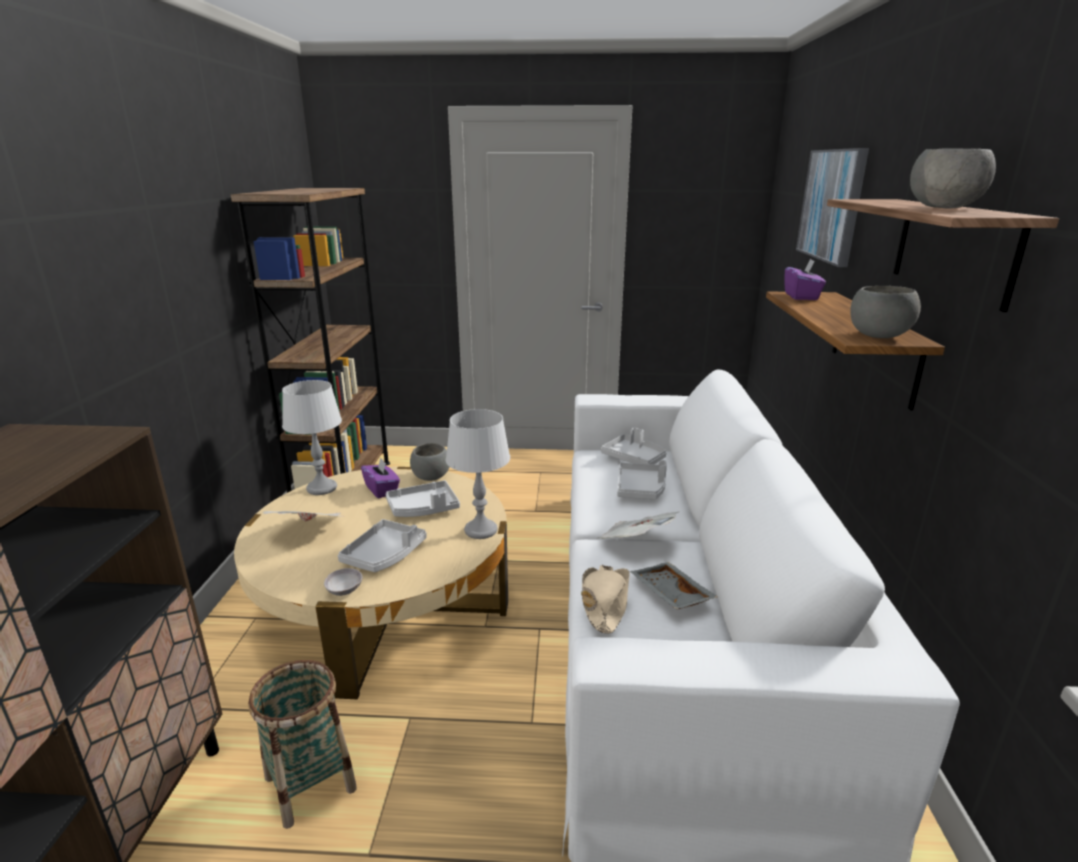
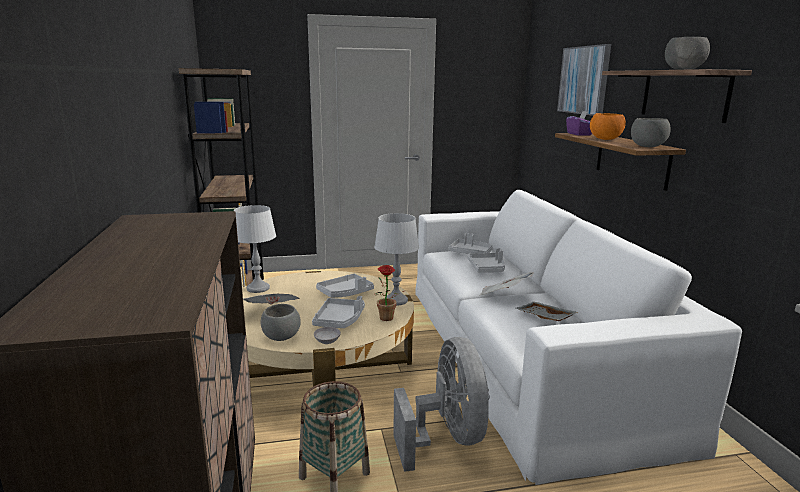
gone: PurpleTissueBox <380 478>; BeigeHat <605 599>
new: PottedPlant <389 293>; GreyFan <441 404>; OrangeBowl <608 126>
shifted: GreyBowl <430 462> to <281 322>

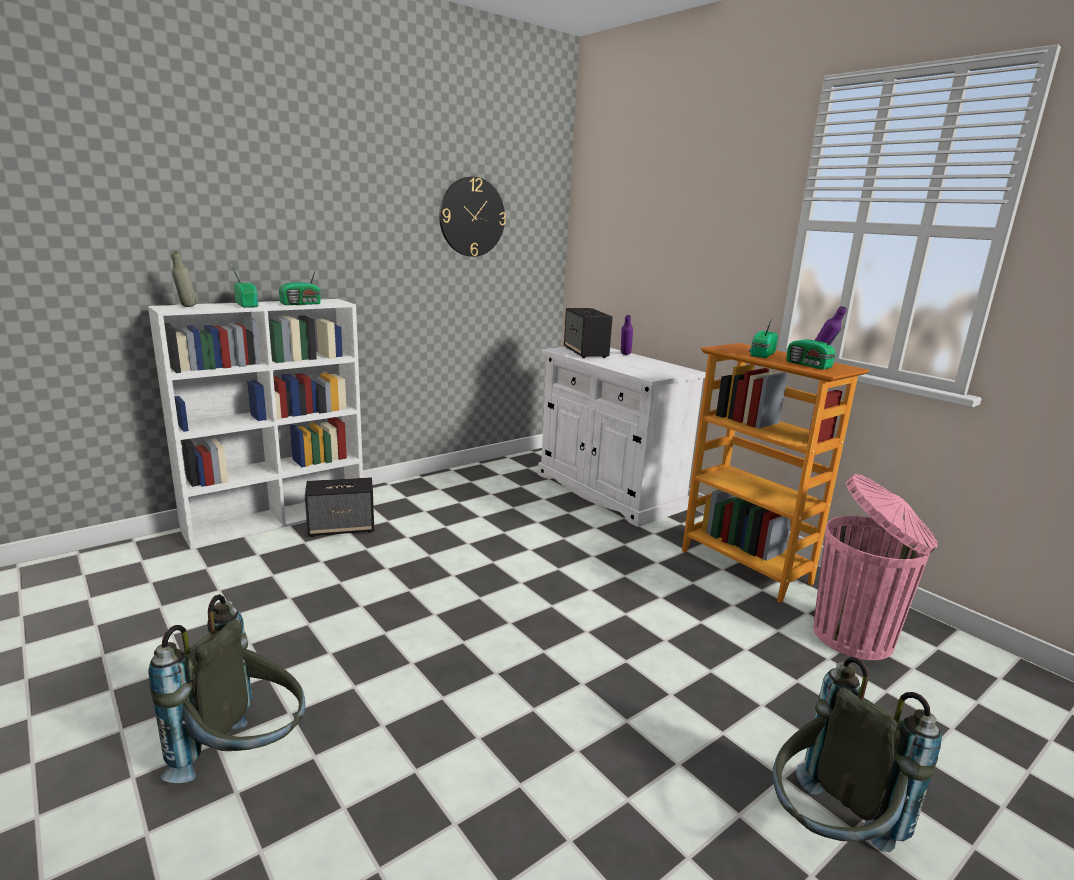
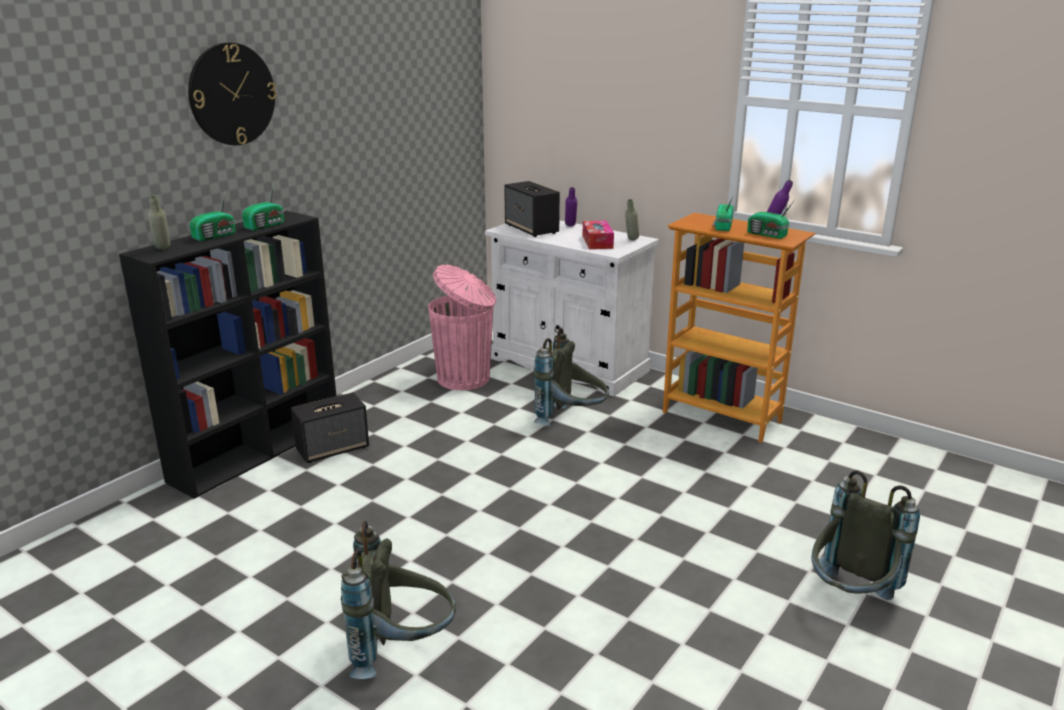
new: GreyBackpack <571 377>; TissueBox <598 235>; GreyBottle <632 219>
shifted: WallClock <472 217> to <232 93>; PinkTrashCan <875 567> to <462 327>
repainted: WhiteBookcase <255 424> to BlackBookcase <227 355>
rotated: Radio <244 286> = <212 217> 90 degrees clockwise

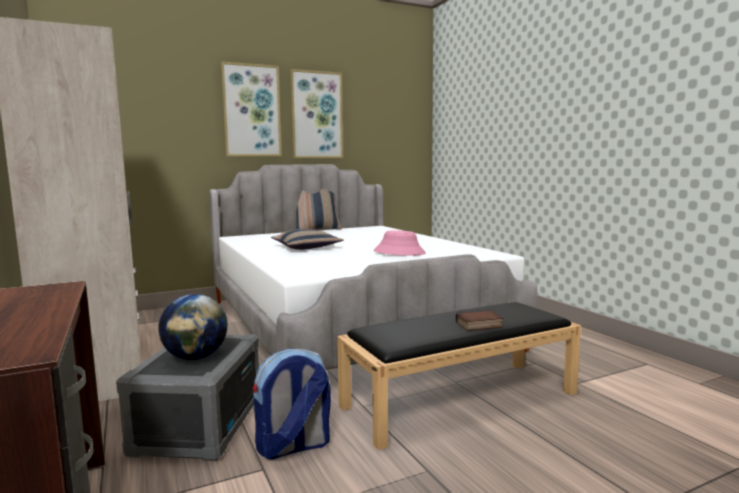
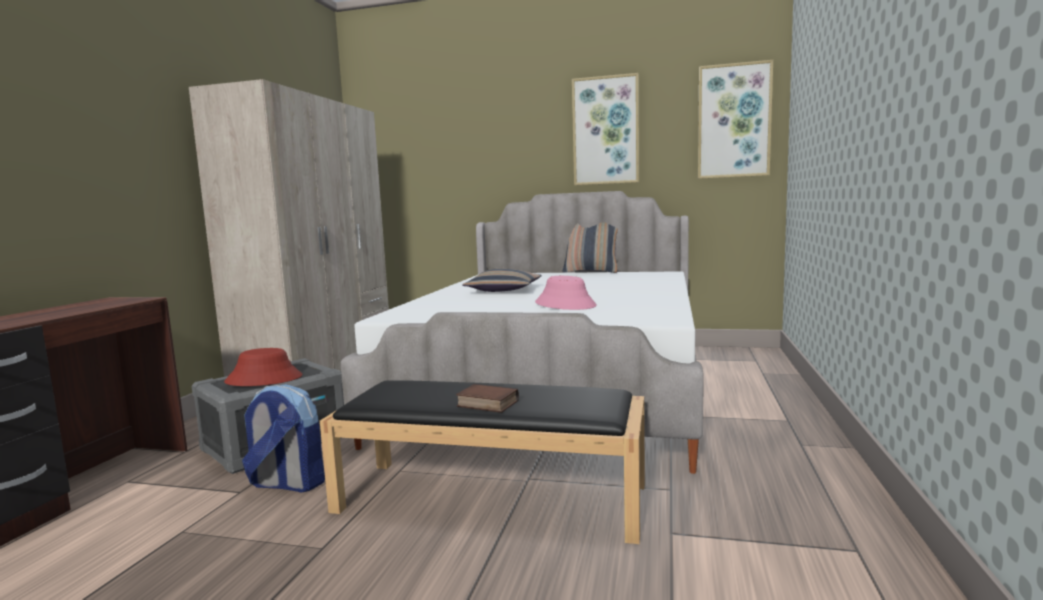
shifted: Picture <251 109> to <735 119>
swapped: Globe <192 327> to RedHat <263 367>

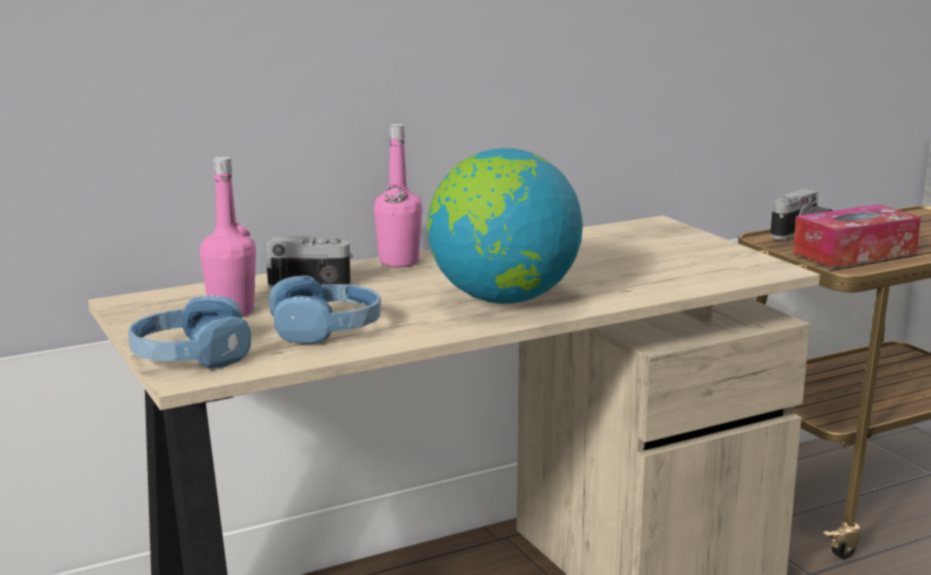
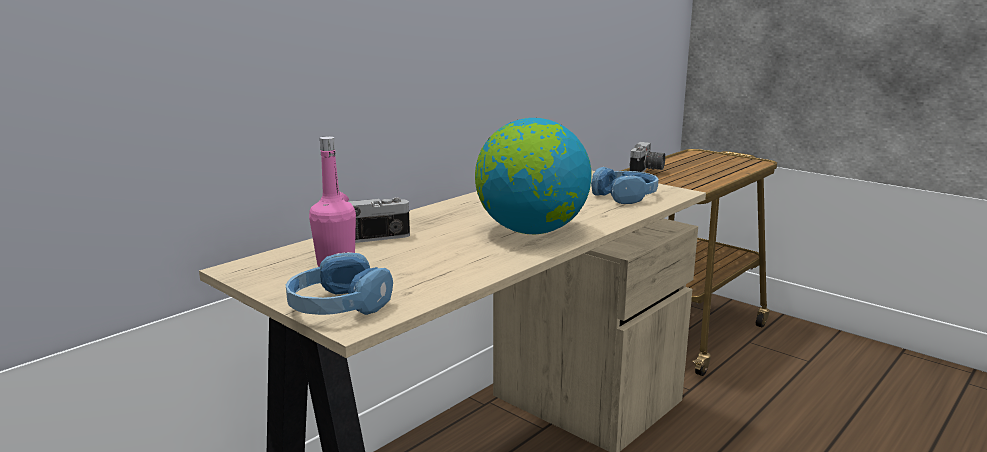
gone: PinkBottle <398 195>; TissueBox <857 235>
shifted: BlueHeadphones <325 309> to <624 185>

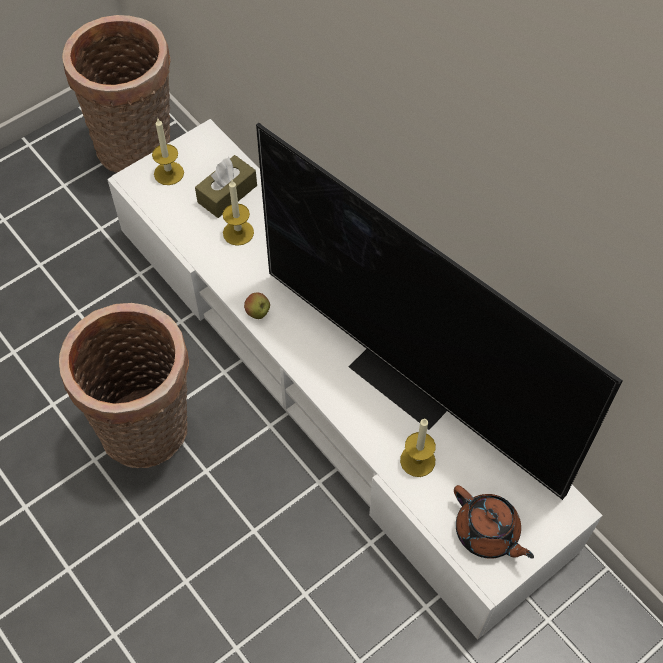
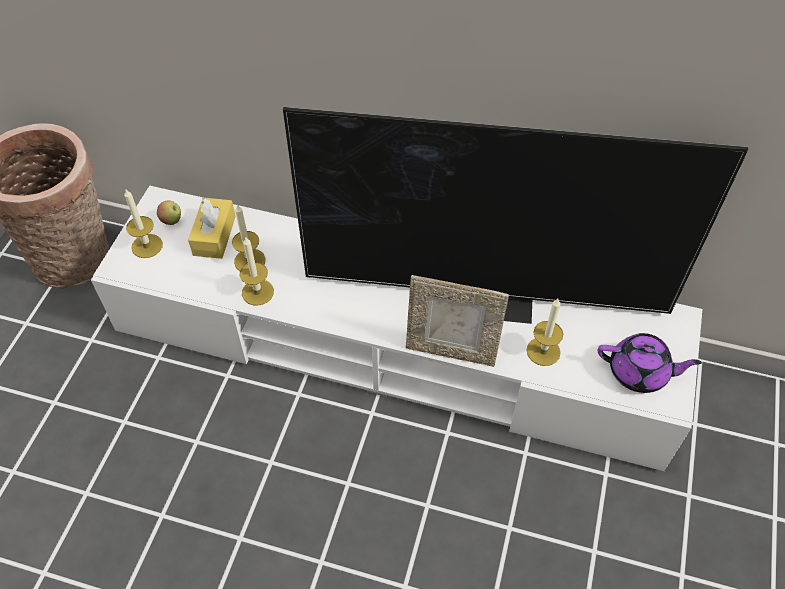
gone: Basket <124 385>
new: Candle <257 271>; PictureFrame <457 321>
shifted: Apple <257 306> to <169 212>
repainted: BrownTissueBox <226 186> to YellowTissueBox <212 228>; BrownTeapot <494 522> to PurpleTeapot <650 363>

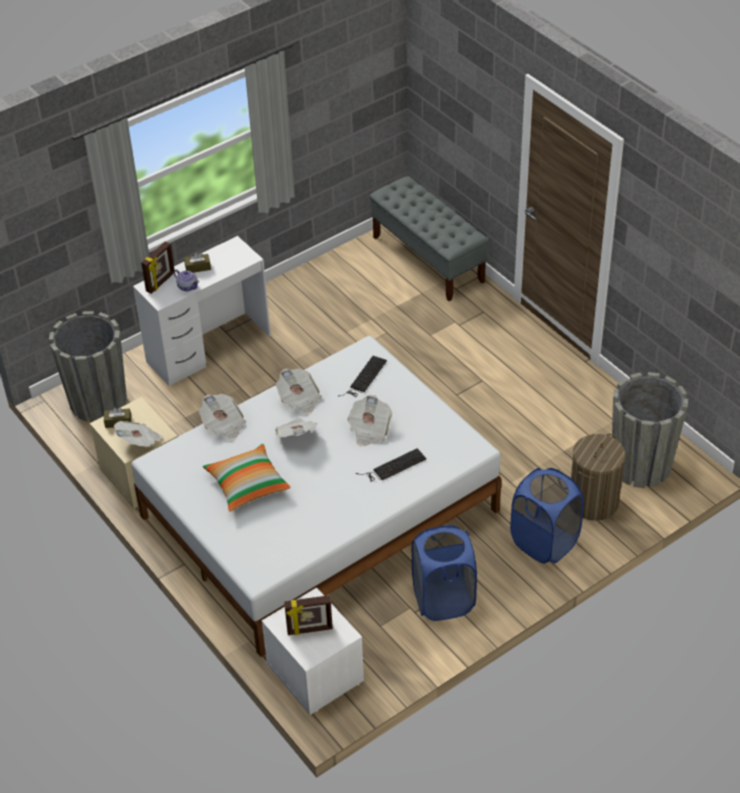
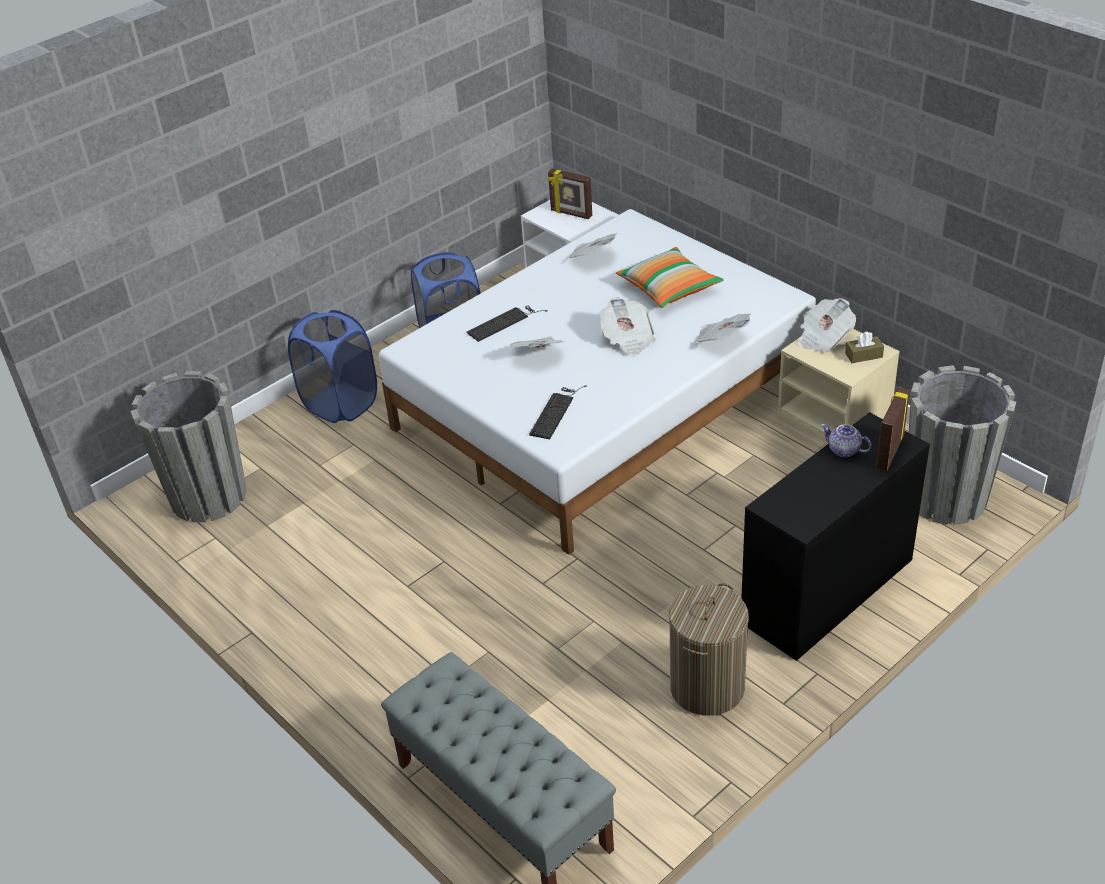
gone: BrownTissueBox <197 262>
shifted: Newspaper <299 392> to <592 245>; LaundryBasket <598 477> to <709 649>
repainted: WhiteDesk <202 311> to BlackDesk <835 536>
rotated: PictureFrame <308 615> = <570 193> 135 degrees counterclockwise

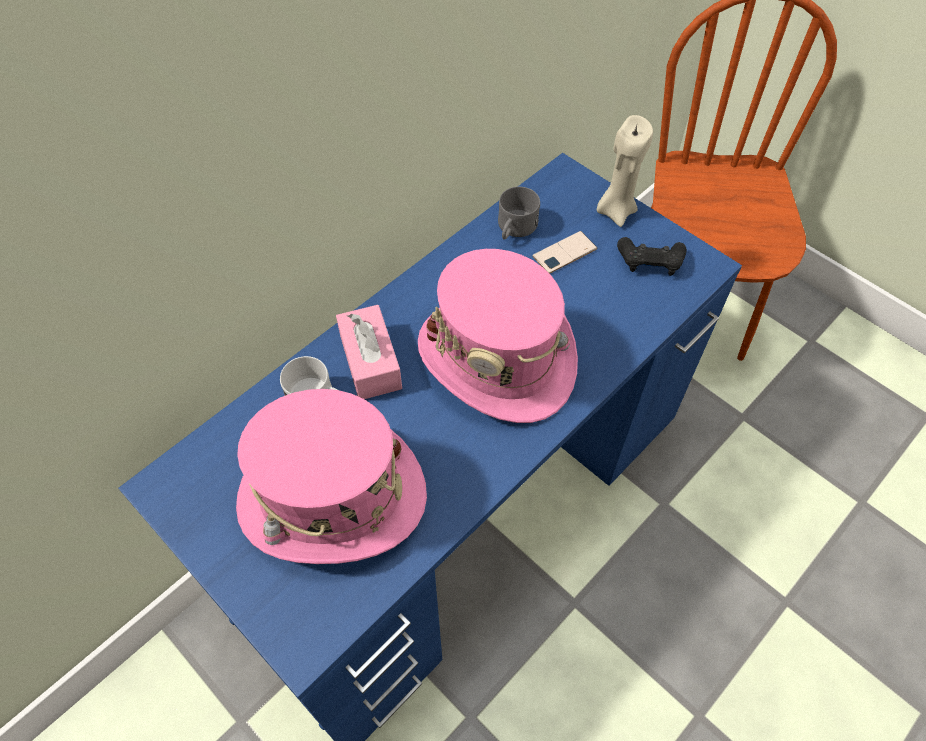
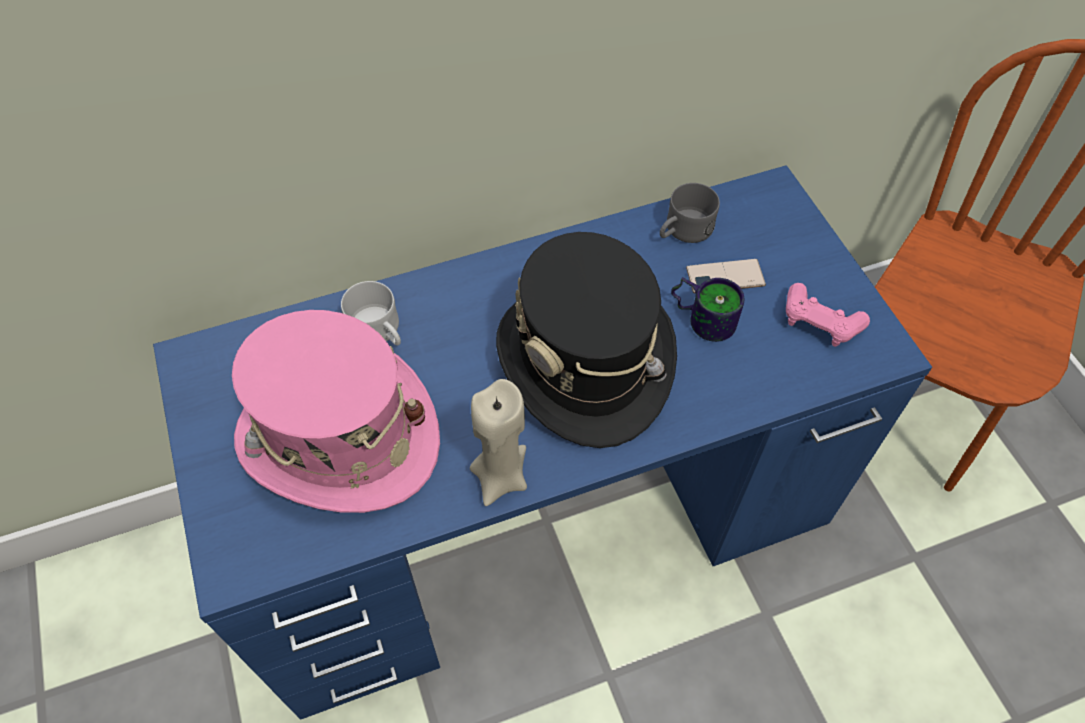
gone: PinkTissueBox <369 352>
new: Mug <707 309>
shifted: BeigeCandle <625 171> to <498 442>
repainted: PinkHat <498 336> to BlackHat <586 340>; BlackGameController <652 256> to PinkGameController <828 315>

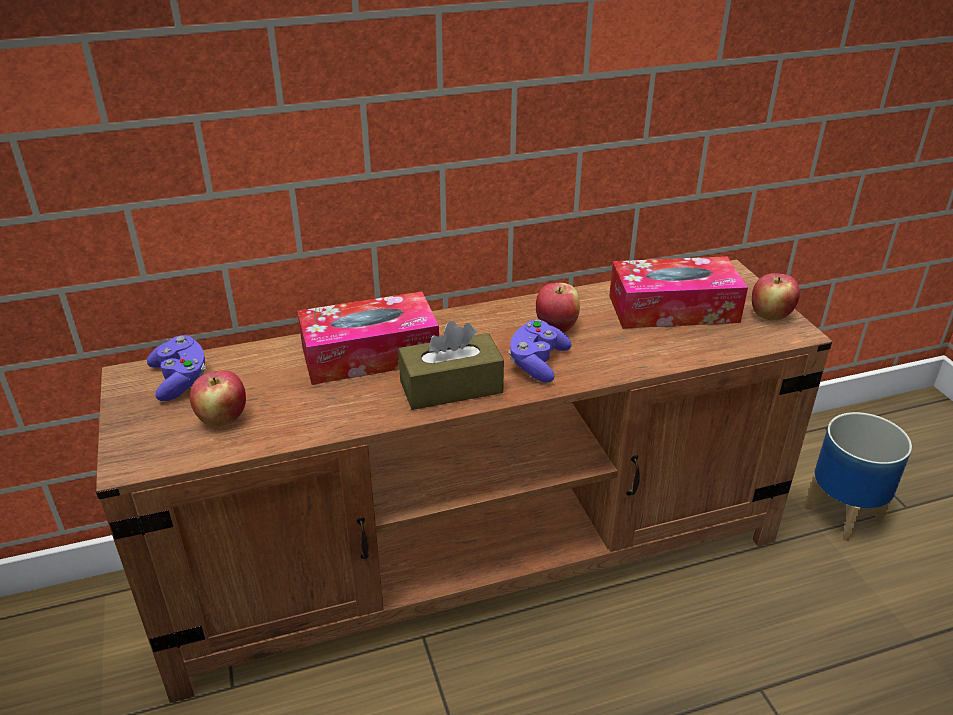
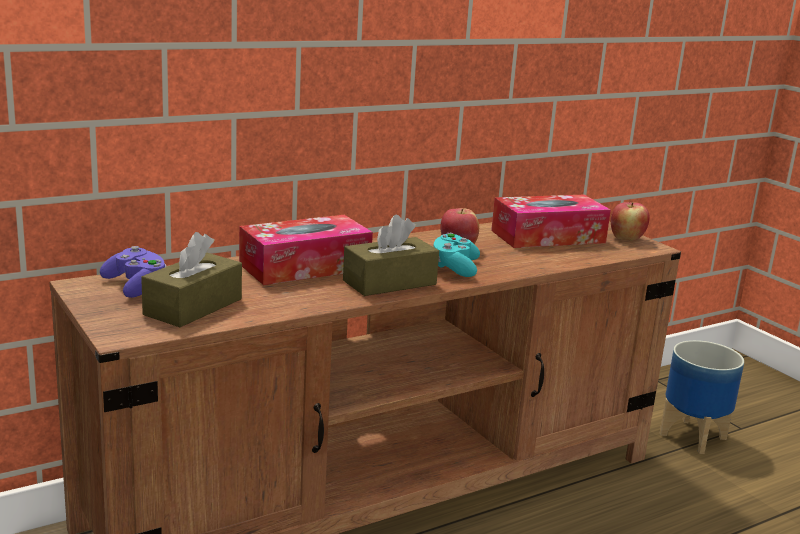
swapped: Apple <218 398> to BrownTissueBox <191 279>
repainted: PurpleGameController <539 350> to TurquoiseGameController <456 255>

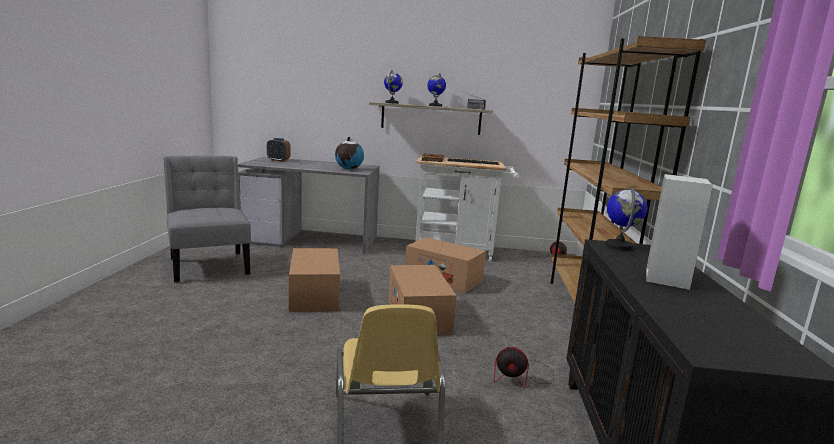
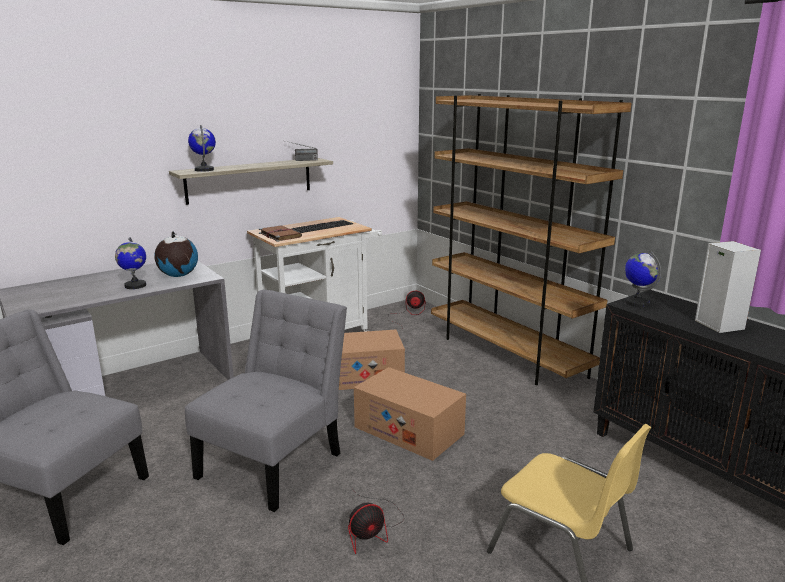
gone: AlarmClock <279 150>
shifted: Globe <436 90> to <130 263>; Fan <524 367> to <376 521>
swapped: CardboardBox <314 280> to GreyChair <266 400>

